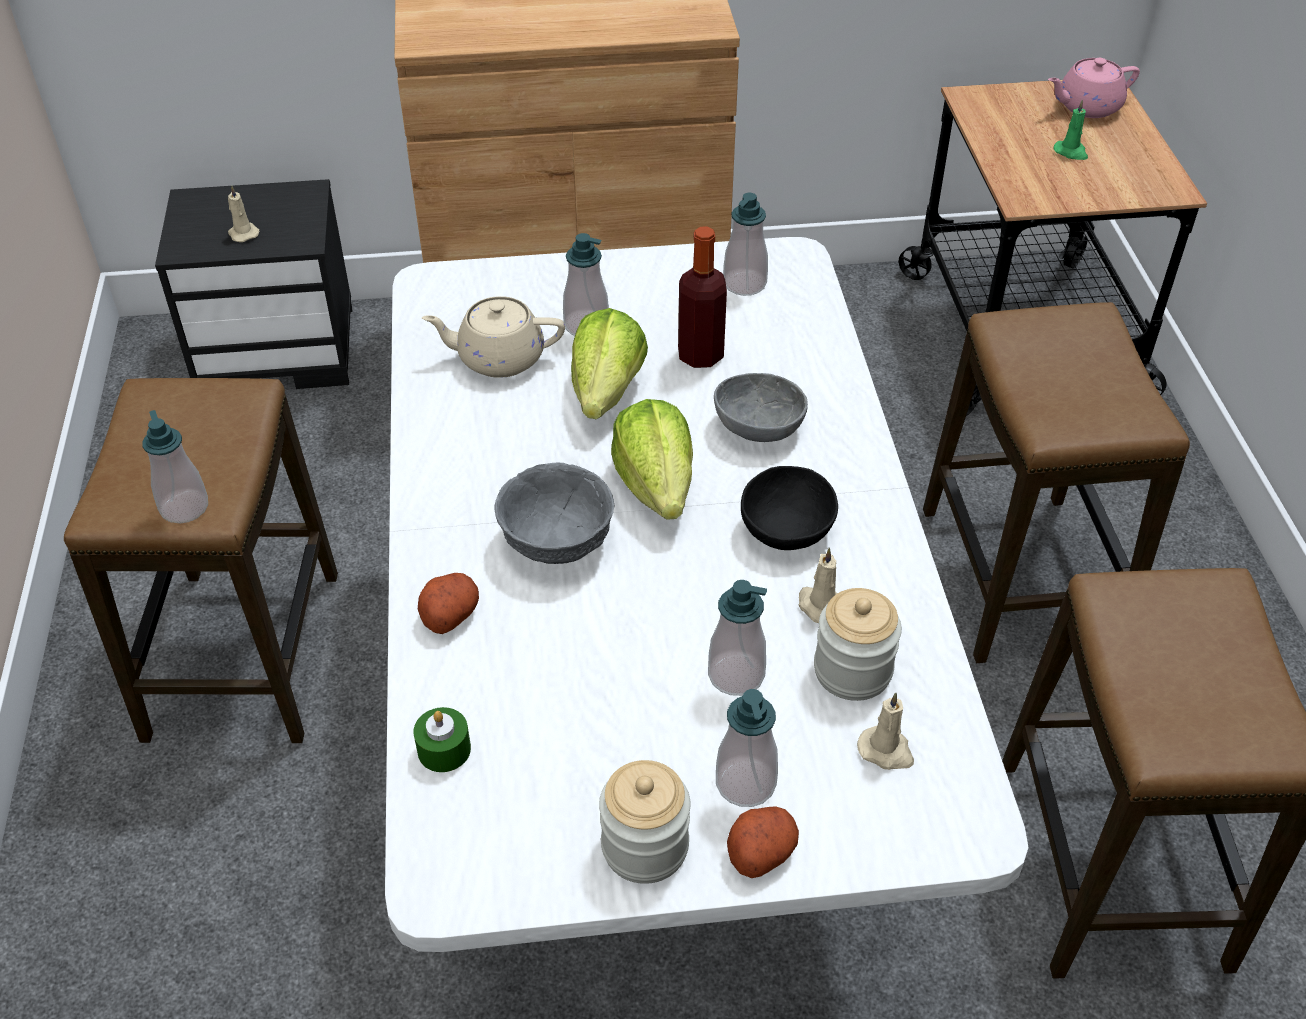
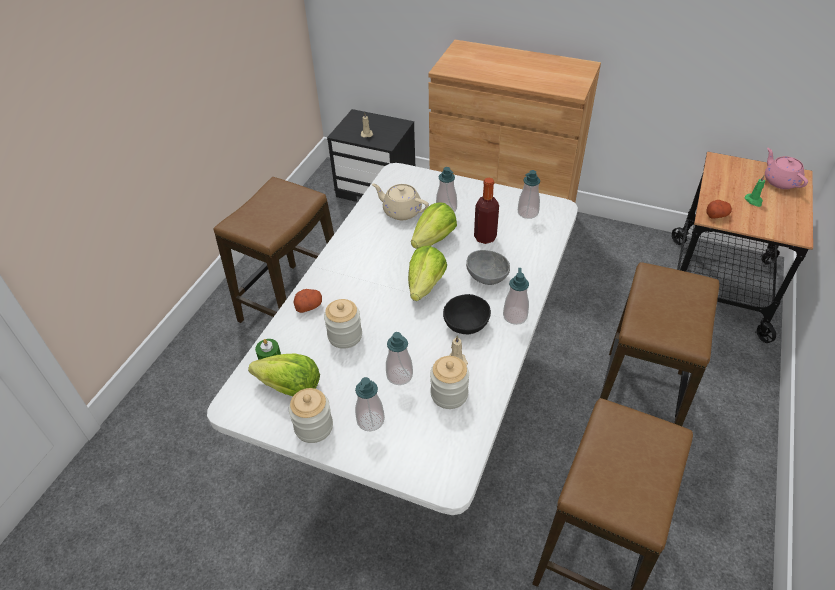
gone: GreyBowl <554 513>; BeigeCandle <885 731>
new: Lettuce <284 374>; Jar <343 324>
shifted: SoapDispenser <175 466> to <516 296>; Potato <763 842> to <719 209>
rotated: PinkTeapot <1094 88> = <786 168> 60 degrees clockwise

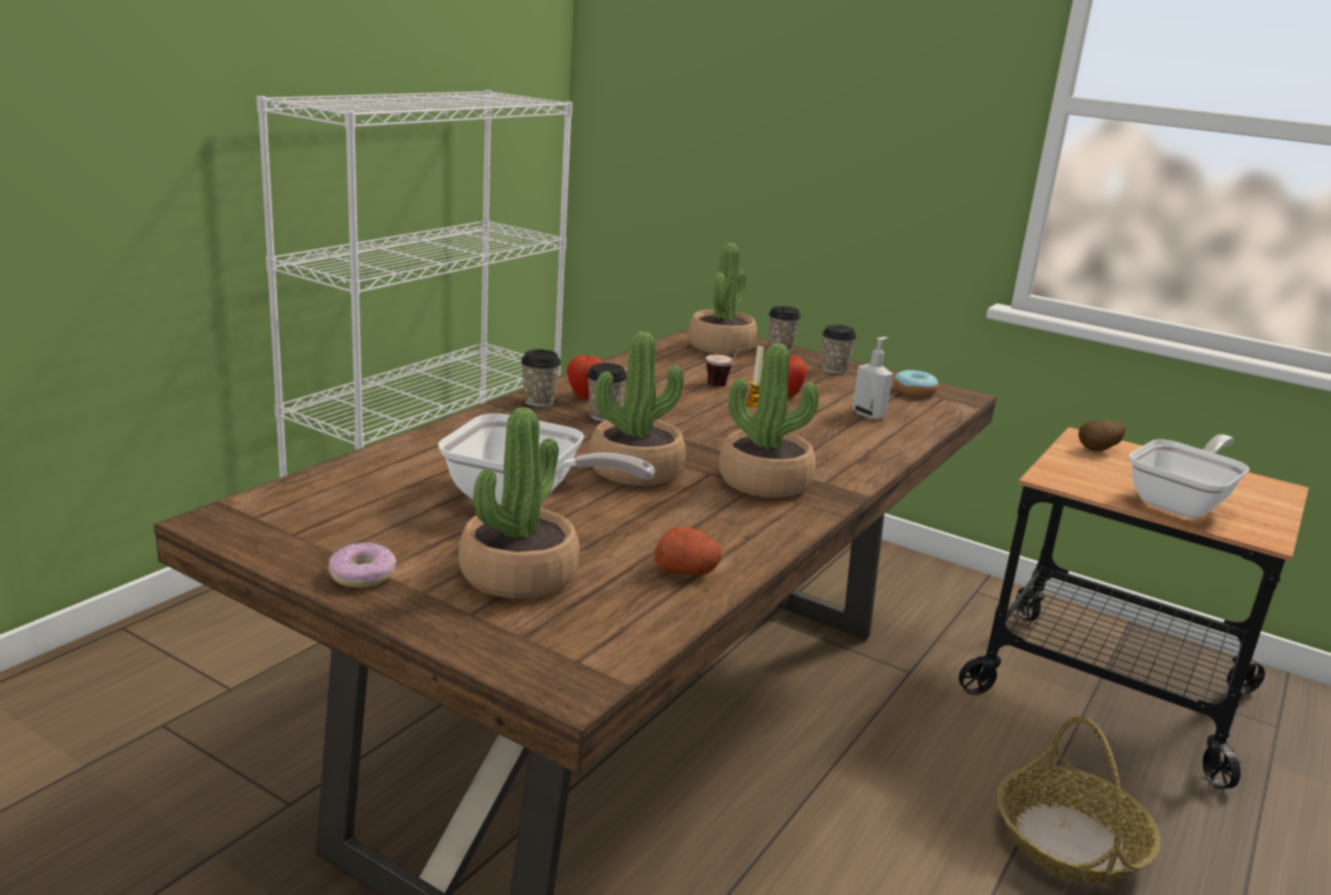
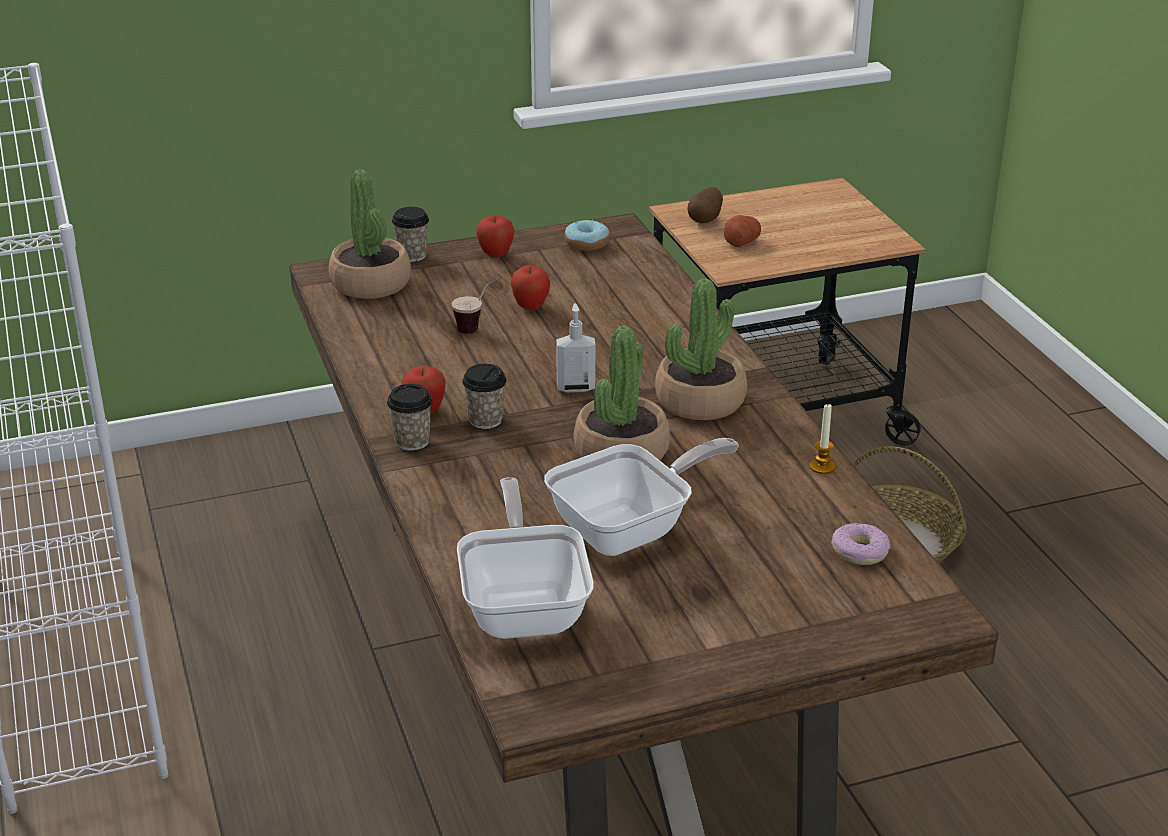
gone: PottedPlant <519 503>
shifted: Donut <362 565> to <860 544>; Potato <688 551> to <742 231>; Candle <754 376> to <822 439>; SoapDispenser <872 378> to <575 347>; FryingPan <1189 476> to <525 558>
swapped: Cup <839 349> to Apple <495 236>

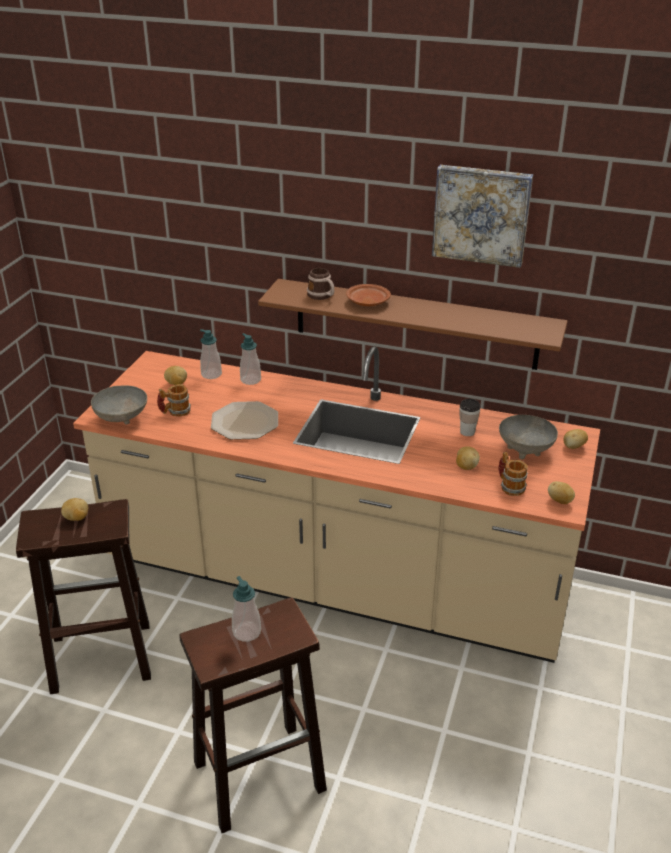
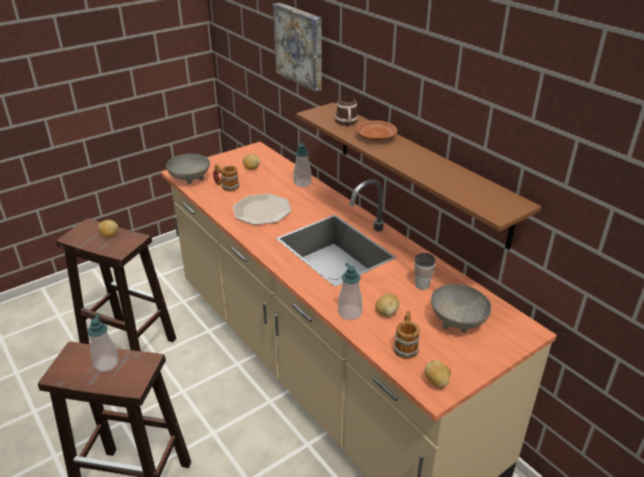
gone: Potato <576 439>
shifted: SoapDispenser <211 354> to <350 291>; Picture <482 216> to <297 47>

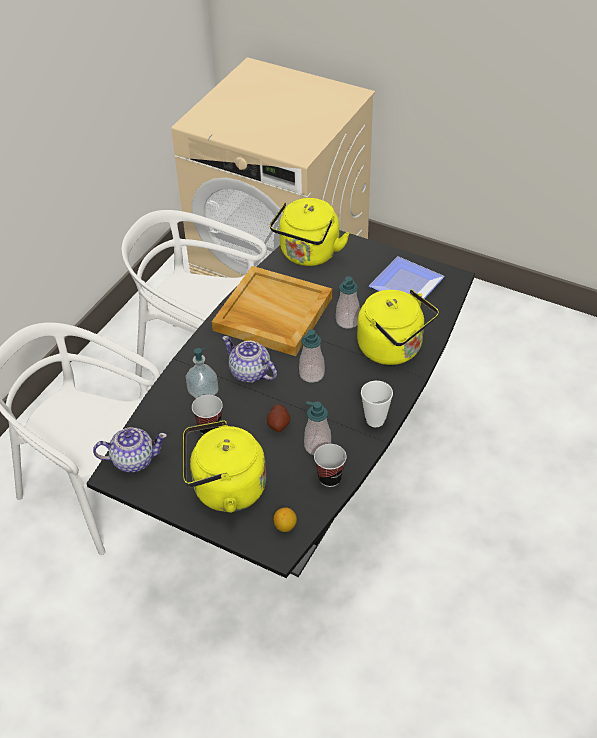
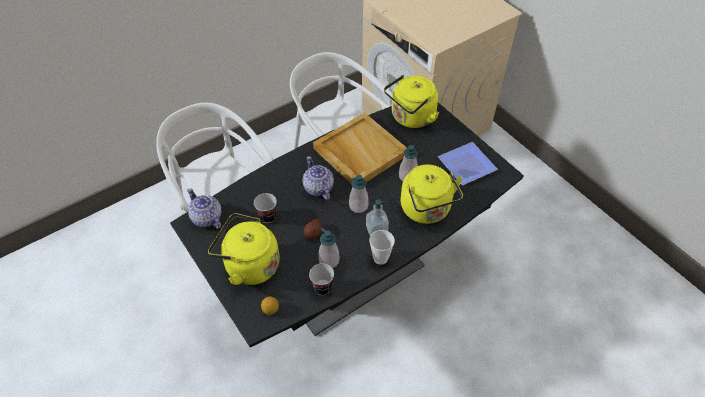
shifted: SoapDispenser <202 373> to <377 217>
rotated: Teapot <130 450> = <204 208> 150 degrees counterclockwise

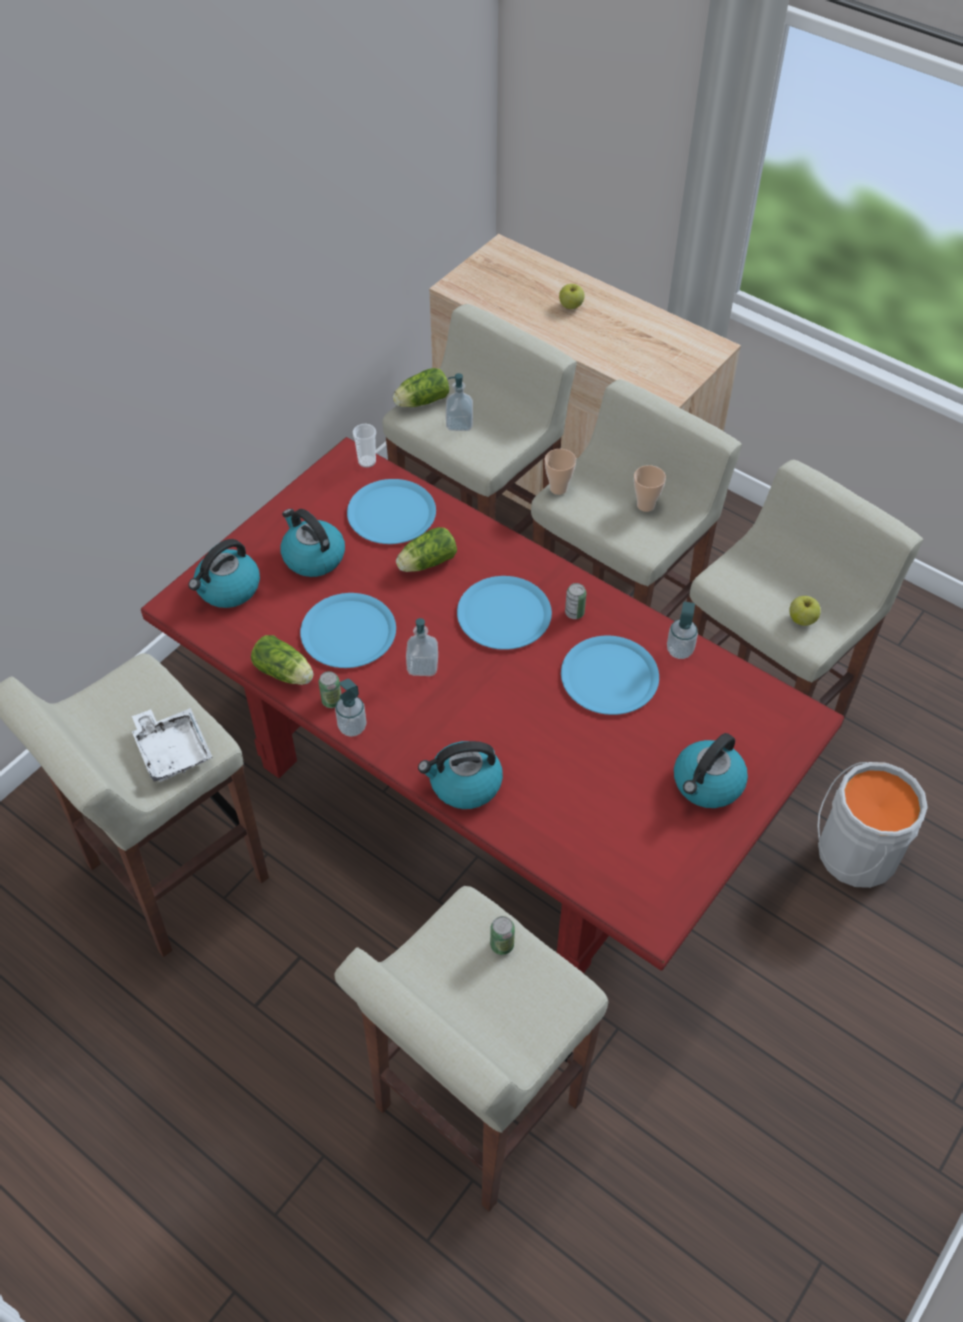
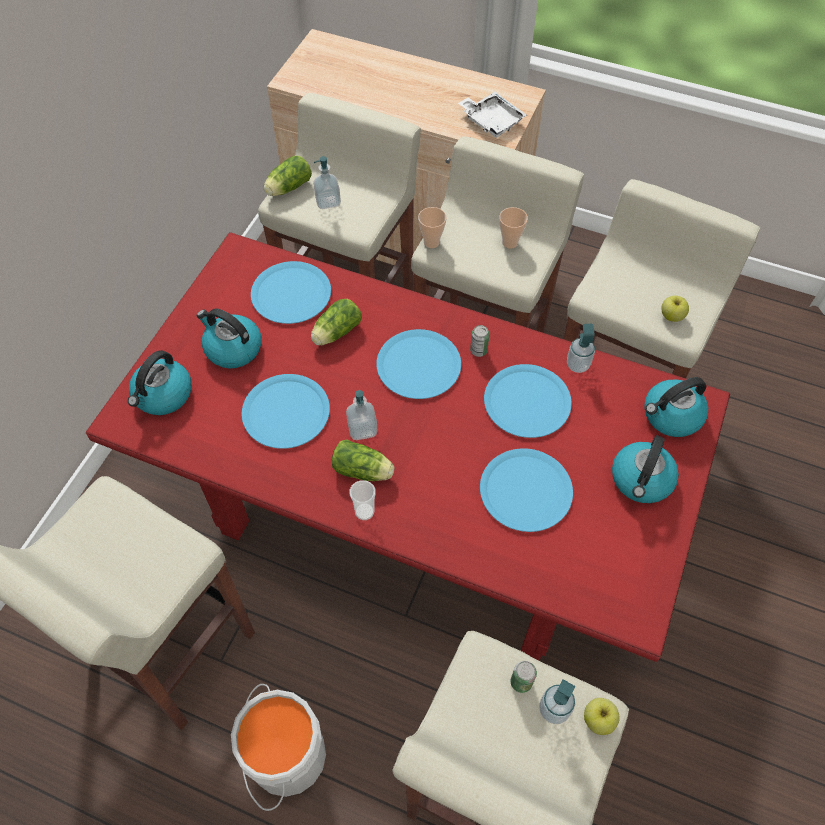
gone: Can <329 689>
new: BluePlate <526 490>
shifted: WhiteTray <172 745> to <492 115>; Lettuce <282 660> to <363 460>; SoapDispenser <351 707> to <557 701>; Cup <364 446> to <362 500>; Kettle <460 775> to <676 407>; Apple <572 296> to <602 716>; GreyBucket <872 825> to <278 747>

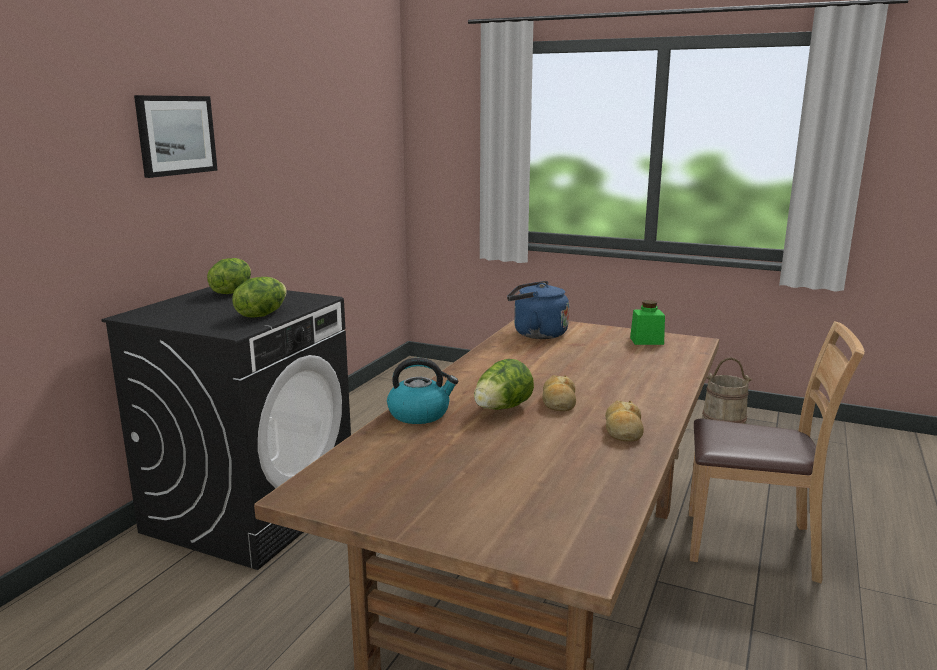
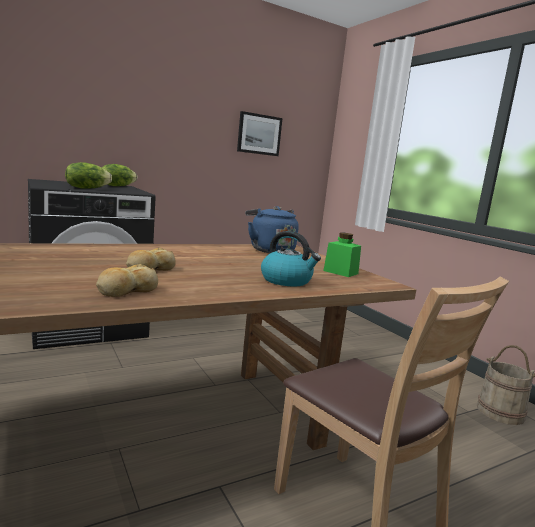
gone: Lettuce <504 384>
shifted: Picture <176 136> to <260 133>; Kettle <422 391> to <291 258>

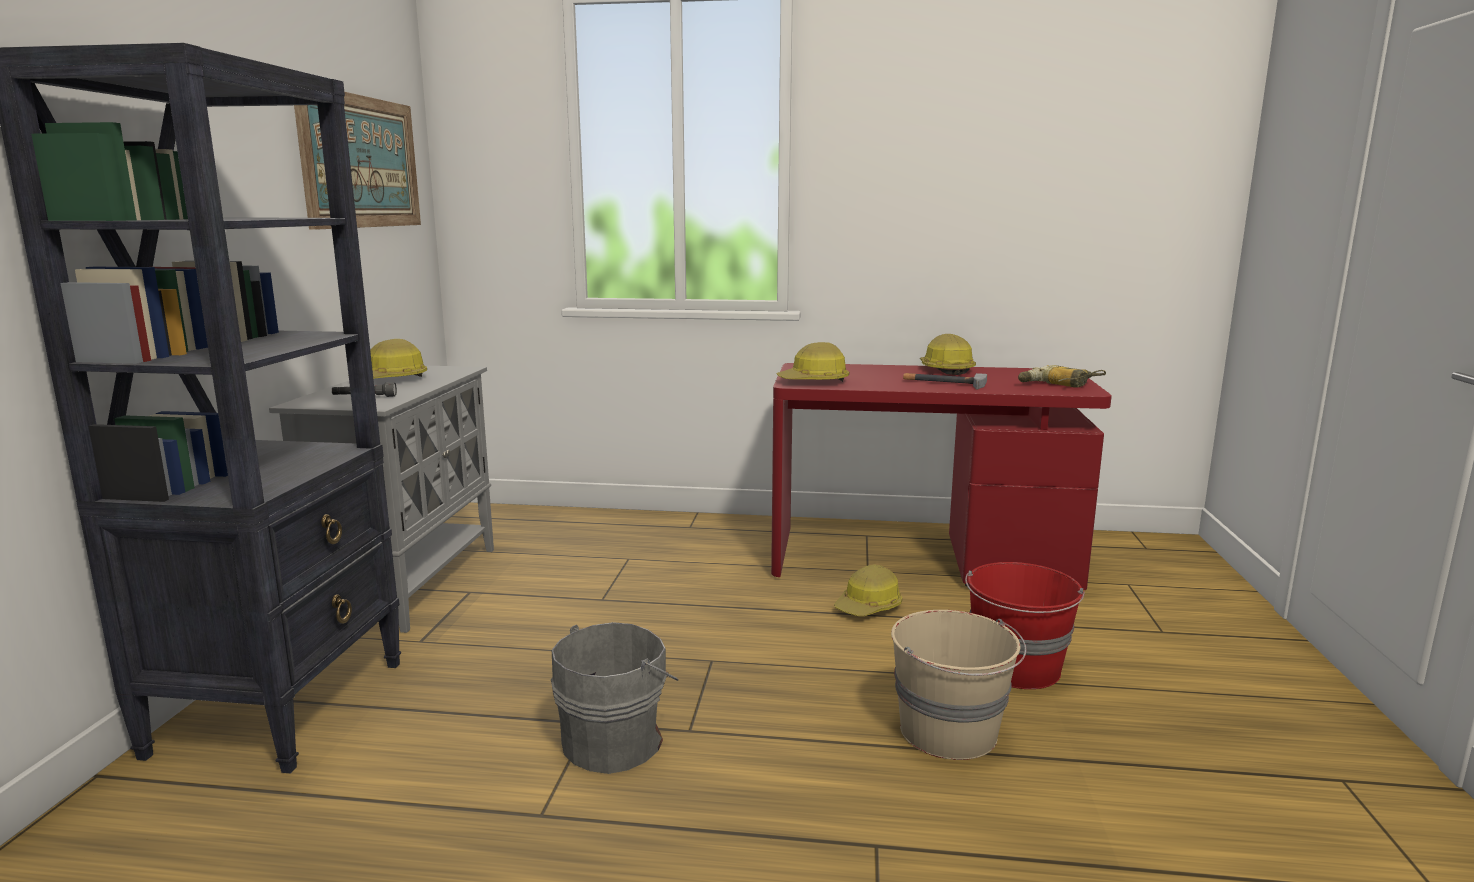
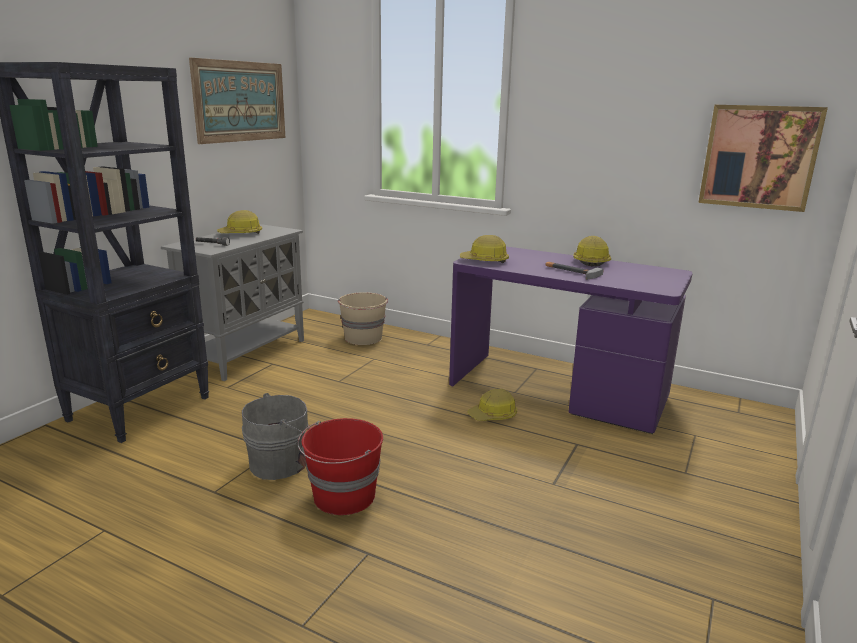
gone: PowerDrill <1062 376>
new: Picture <763 158>
shifted: BeigeBucket <958 685> to <363 318>; RedBucket <1025 625> to <340 466>
repainted: RedDesk <941 476> to PurpleDesk <571 340>

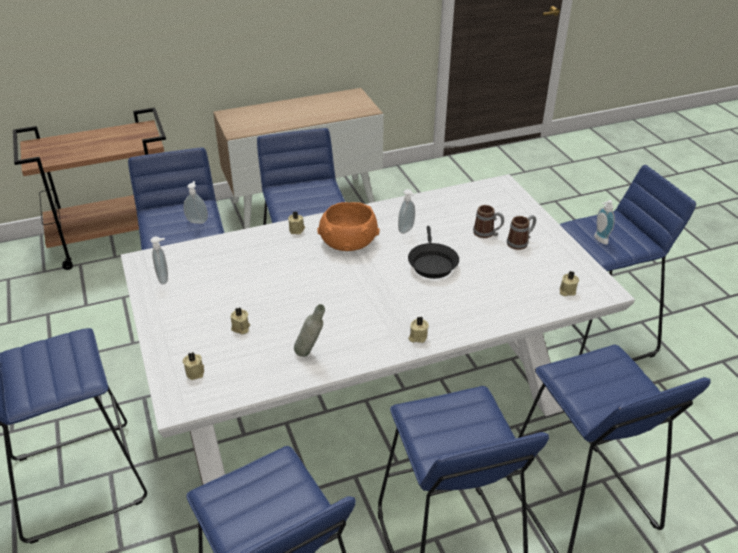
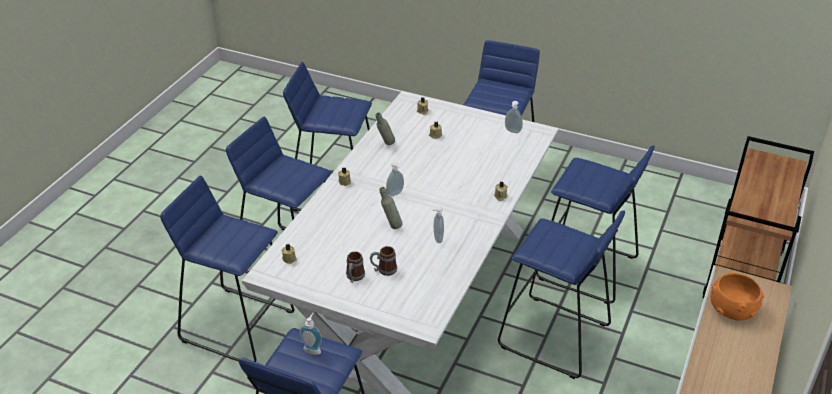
shifted: SoapDispenser <196 202> to <395 179>; OrangeBowl <348 226> to <737 296>
swapped: BlackFryingPan <433 252> to GreyBottle <390 208>

